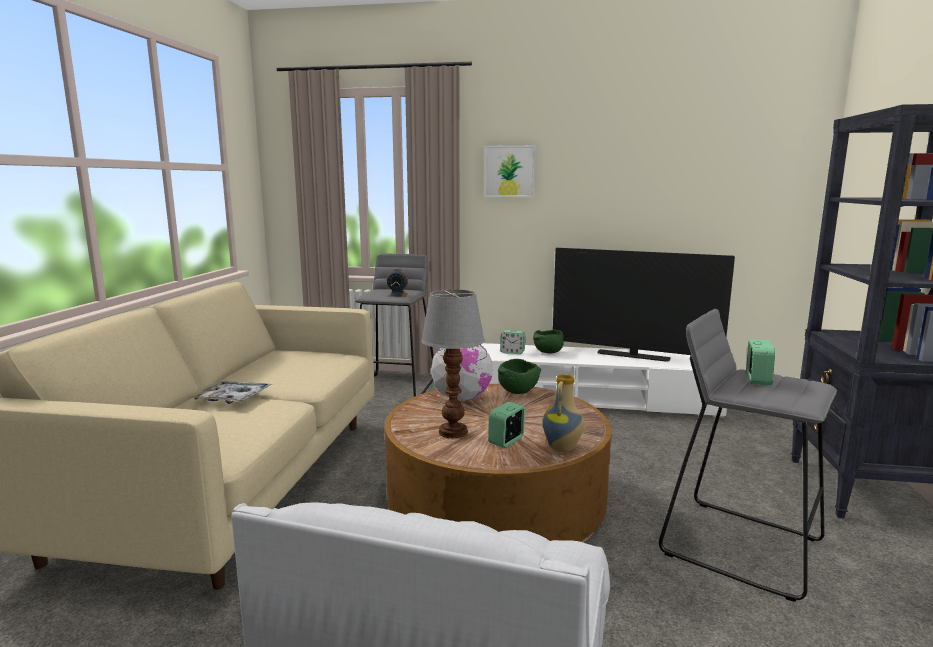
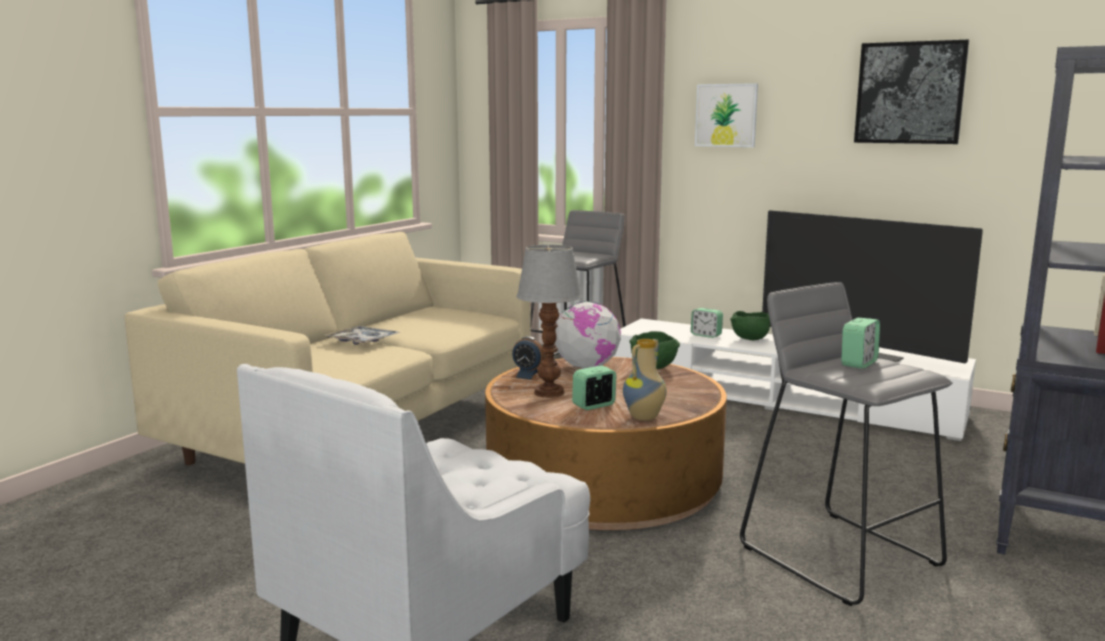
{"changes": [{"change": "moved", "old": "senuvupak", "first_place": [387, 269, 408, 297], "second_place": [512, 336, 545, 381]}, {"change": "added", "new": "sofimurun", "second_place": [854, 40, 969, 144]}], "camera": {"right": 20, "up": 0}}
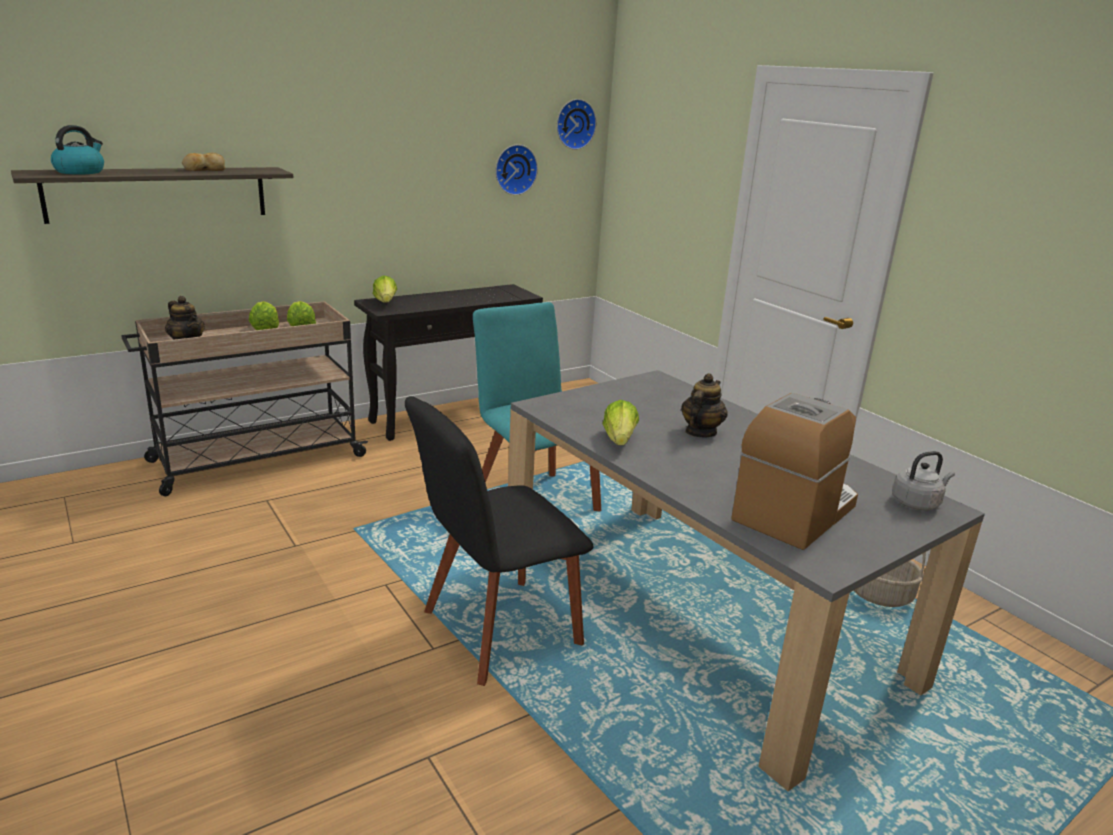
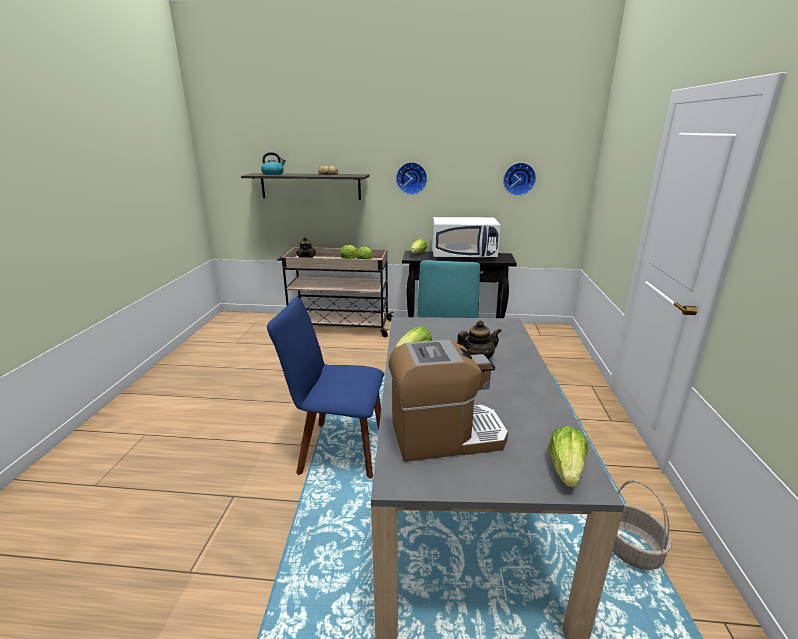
{"changes": [{"change": "recoloured", "old": "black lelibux", "new": "blue lelibux", "first_place": [405, 396, 593, 686], "second_place": [267, 297, 384, 479]}, {"change": "moved", "old": "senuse", "first_place": [557, 99, 597, 150], "second_place": [396, 162, 427, 195]}, {"change": "replaced", "old": "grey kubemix", "new": "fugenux", "first_place": [892, 451, 955, 511], "second_place": [548, 426, 588, 487]}, {"change": "added", "new": "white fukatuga", "second_place": [432, 217, 501, 259]}], "camera": {"right": 40, "up": 0}}
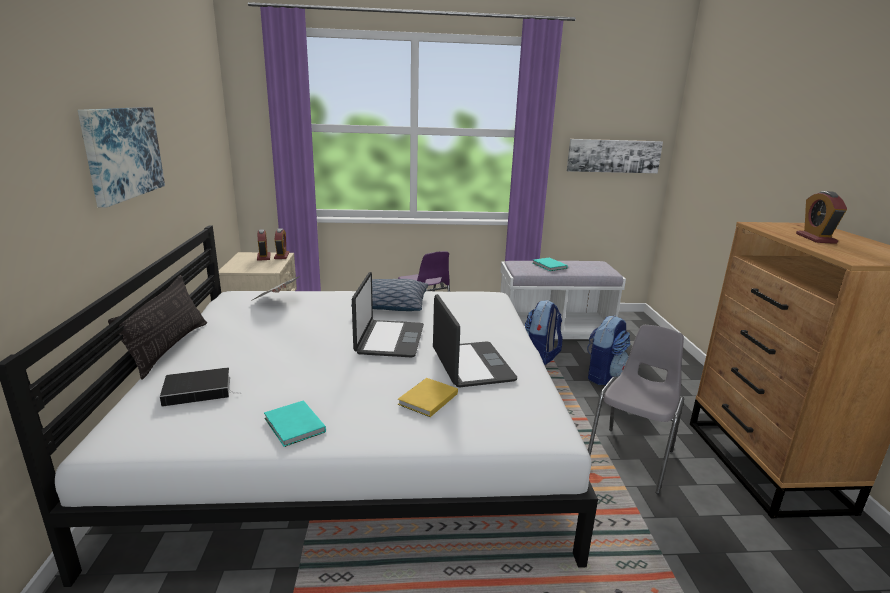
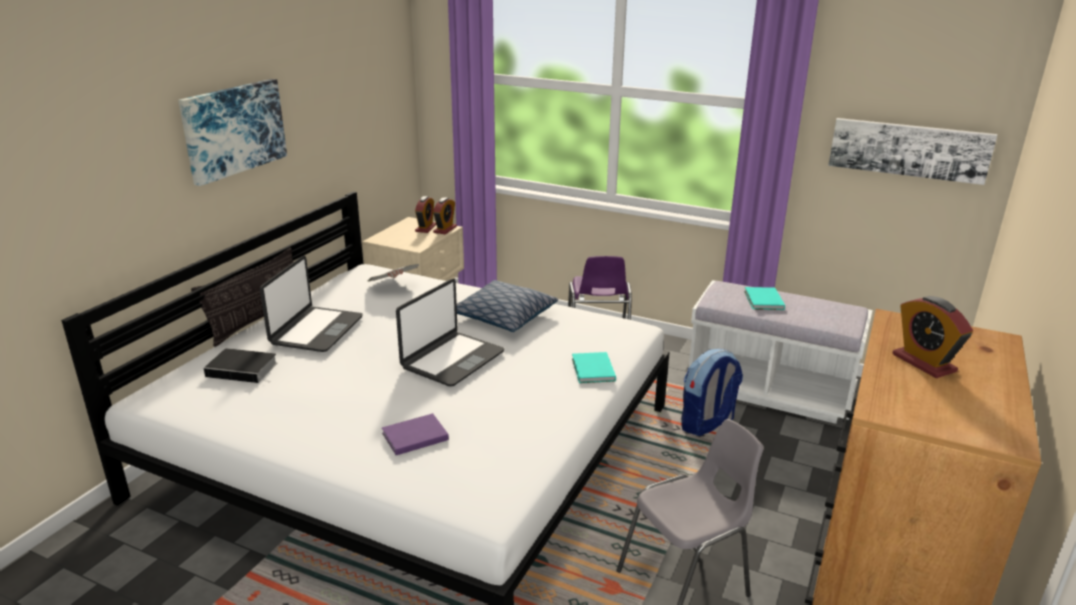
{"changes": [{"change": "moved", "old": "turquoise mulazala", "first_place": [264, 400, 326, 447], "second_place": [572, 352, 616, 383]}, {"change": "recoloured", "old": "yellow mulazala", "new": "purple mulazala", "first_place": [398, 378, 458, 417], "second_place": [382, 413, 449, 455]}, {"change": "moved", "old": "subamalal", "first_place": [433, 294, 517, 388], "second_place": [260, 256, 363, 352]}, {"change": "removed", "old": "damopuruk", "first_place": [587, 315, 630, 385]}, {"change": "turned", "old": "senuvupak", "first_place": [796, 191, 847, 244], "second_place": [892, 296, 973, 378], "degrees": -60}], "camera": {"right": 30, "up": 5}}
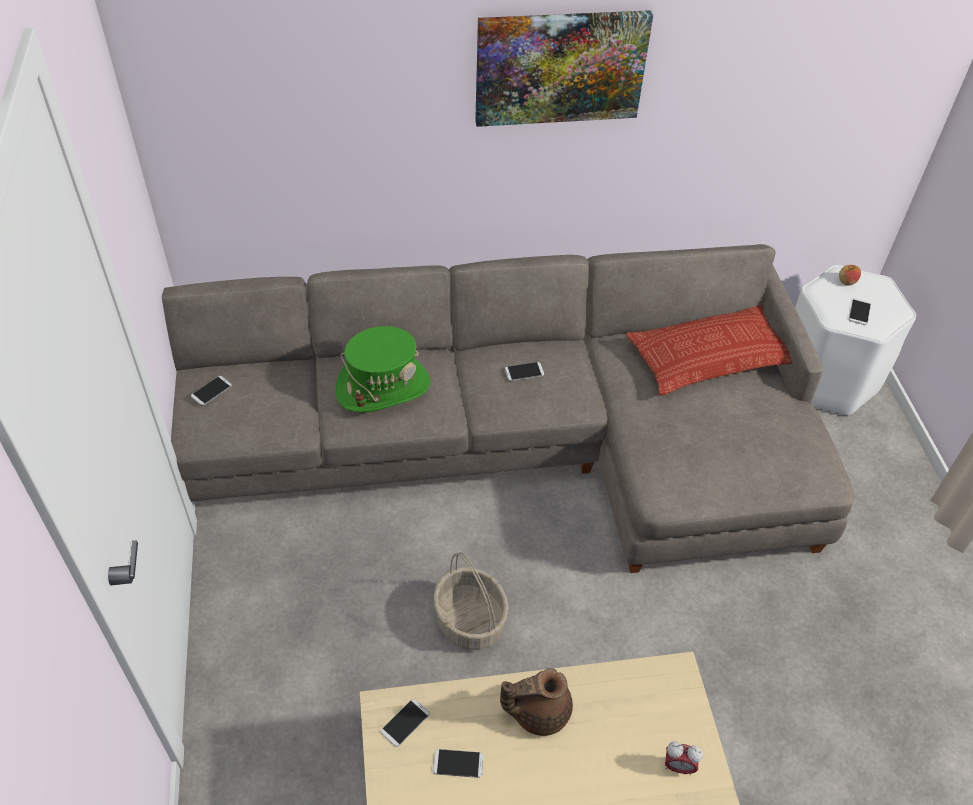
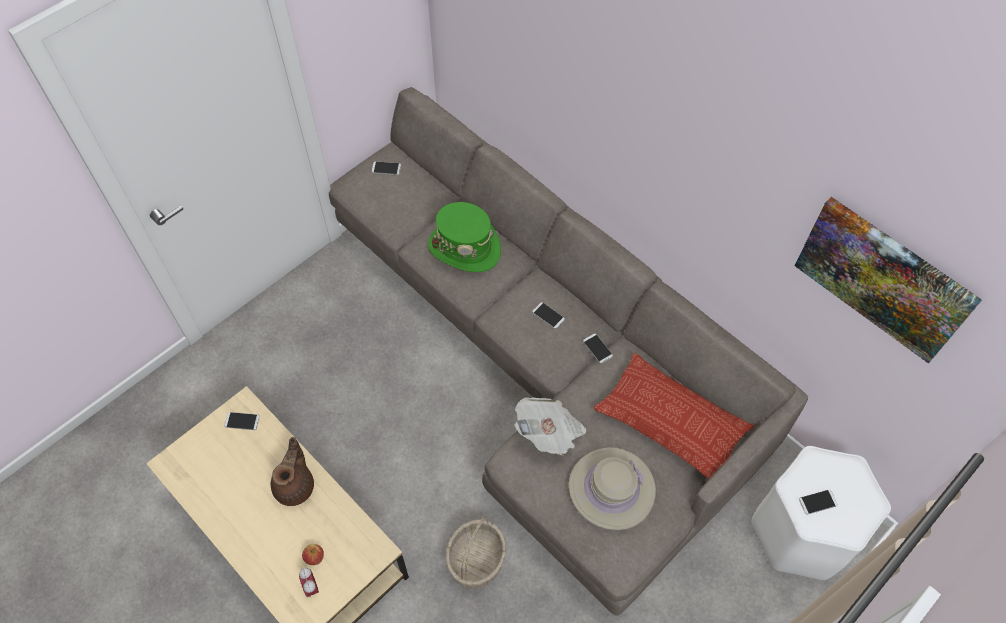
{"changes": [{"change": "moved", "old": "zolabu", "first_place": [433, 552, 509, 650], "second_place": [446, 516, 506, 589]}, {"change": "moved", "old": "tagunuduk", "first_place": [433, 749, 484, 778], "second_place": [583, 334, 613, 363]}, {"change": "moved", "old": "sofimurun", "first_place": [475, 10, 653, 127], "second_place": [795, 197, 982, 363]}, {"change": "turned", "old": "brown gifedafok", "first_place": [500, 668, 573, 736], "second_place": [271, 437, 314, 506], "degrees": 60}, {"change": "moved", "old": "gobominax", "first_place": [839, 265, 861, 286], "second_place": [302, 544, 324, 565]}, {"change": "added", "new": "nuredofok", "second_place": [514, 397, 586, 455]}, {"change": "added", "new": "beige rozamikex", "second_place": [569, 447, 656, 530]}], "camera": {"right": 55, "up": 10}}
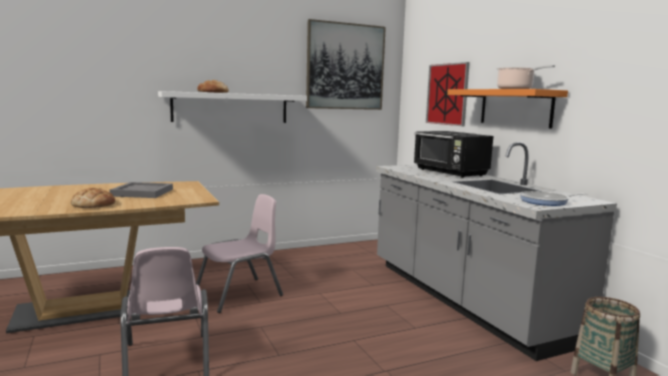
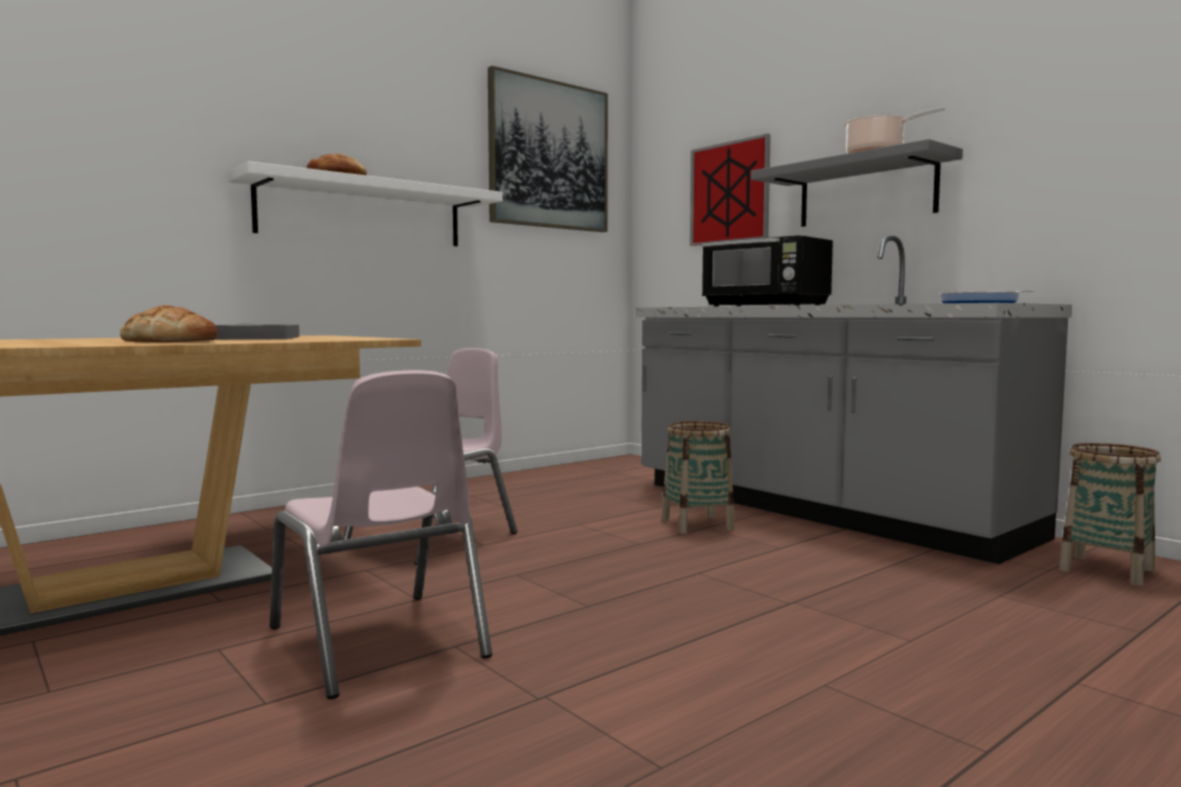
{"changes": [{"change": "recoloured", "old": "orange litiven", "new": "grey litiven", "first_place": [447, 89, 568, 129], "second_place": [751, 139, 963, 227]}, {"change": "added", "new": "zolabu", "second_place": [662, 421, 735, 534]}], "camera": {"right": -15, "up": -5}}
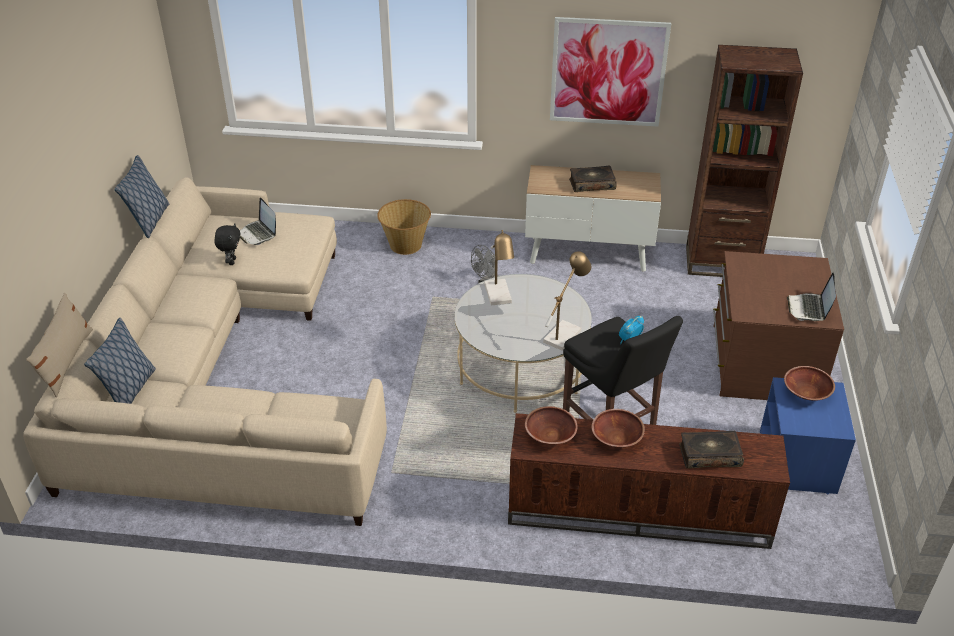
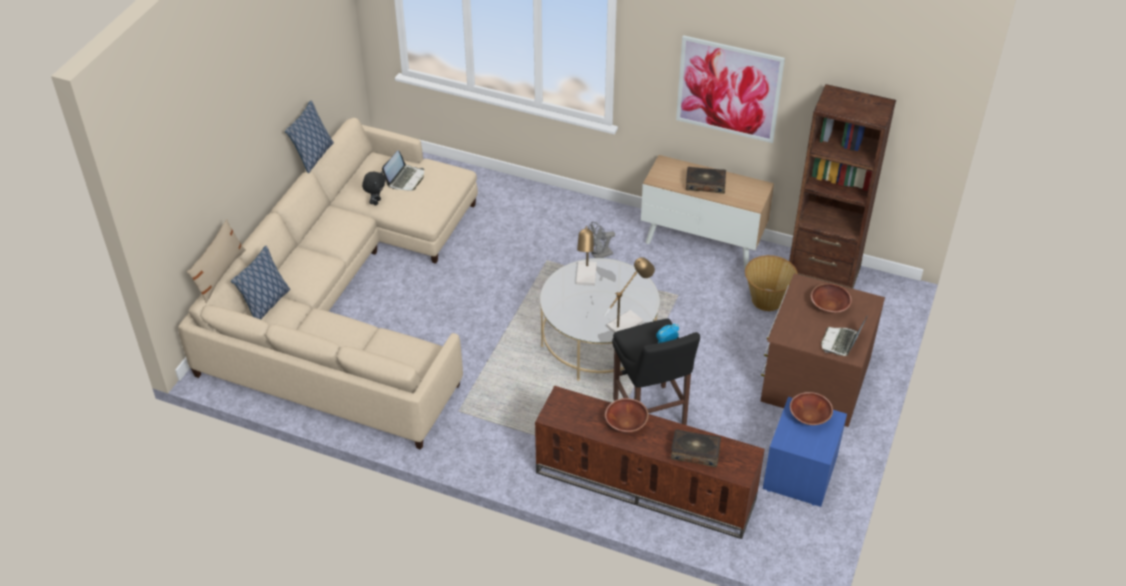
{"changes": [{"change": "turned", "old": "subamalal", "first_place": [240, 198, 276, 245], "second_place": [382, 151, 424, 191], "degrees": -135}, {"change": "moved", "old": "zolabu", "first_place": [377, 199, 431, 255], "second_place": [745, 255, 798, 311]}, {"change": "moved", "old": "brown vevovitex", "first_place": [525, 406, 578, 445], "second_place": [811, 283, 852, 313]}], "camera": {"right": 15, "up": 5}}
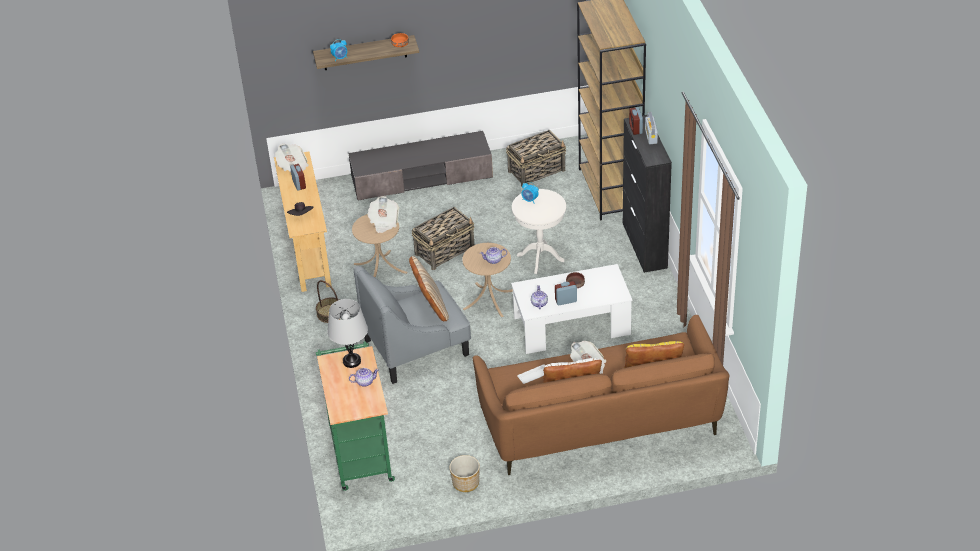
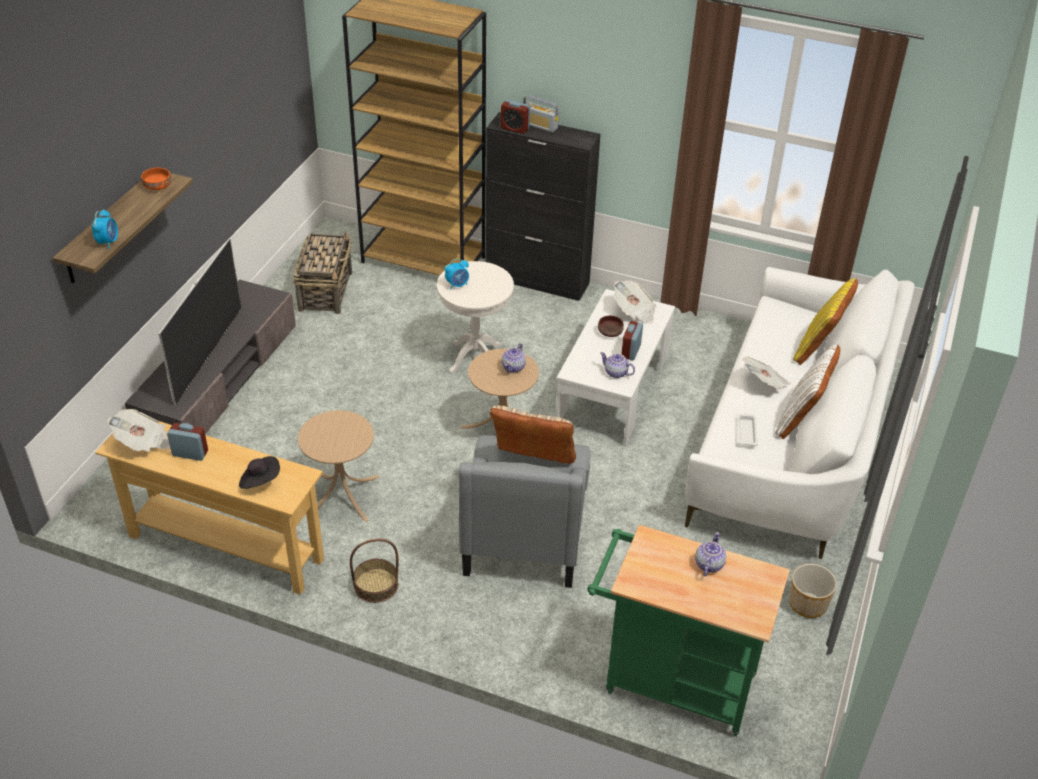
{"changes": [{"change": "removed", "old": "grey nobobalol", "first_place": [328, 299, 368, 368]}, {"change": "moved", "old": "nuredofok", "first_place": [367, 196, 399, 233], "second_place": [614, 280, 656, 324]}, {"change": "removed", "old": "zolabu", "first_place": [412, 207, 474, 270]}, {"change": "recoloured", "old": "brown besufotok", "new": "white besufotok", "first_place": [473, 315, 730, 475], "second_place": [685, 267, 915, 559]}, {"change": "added", "new": "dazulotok", "second_place": [158, 239, 241, 405]}], "camera": {"right": -60, "up": 0}}
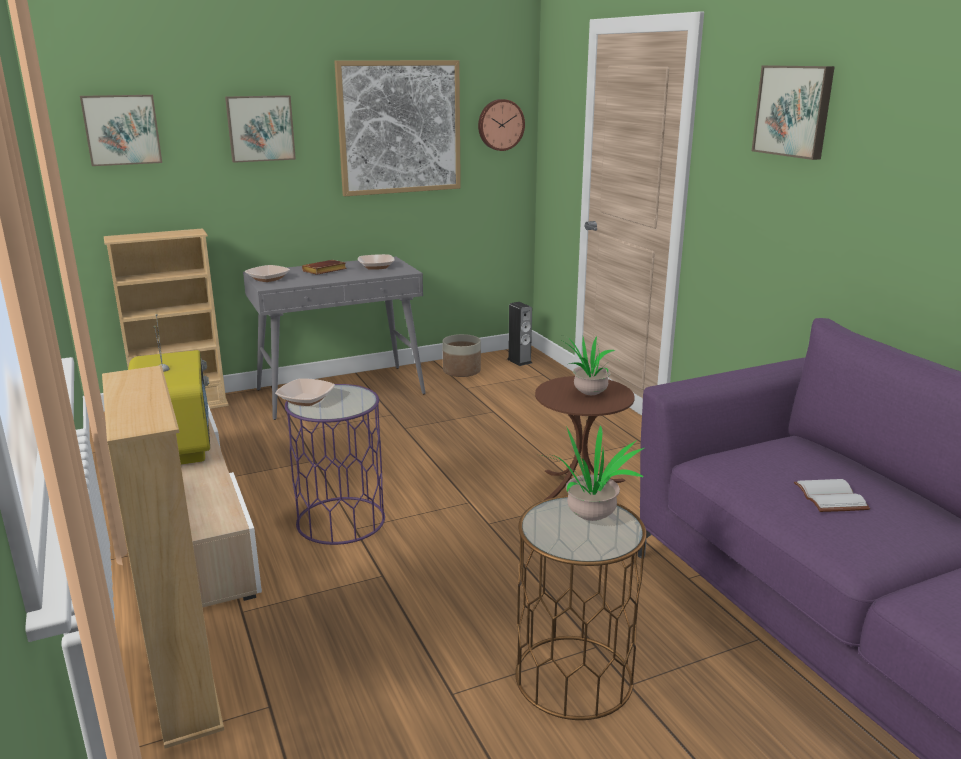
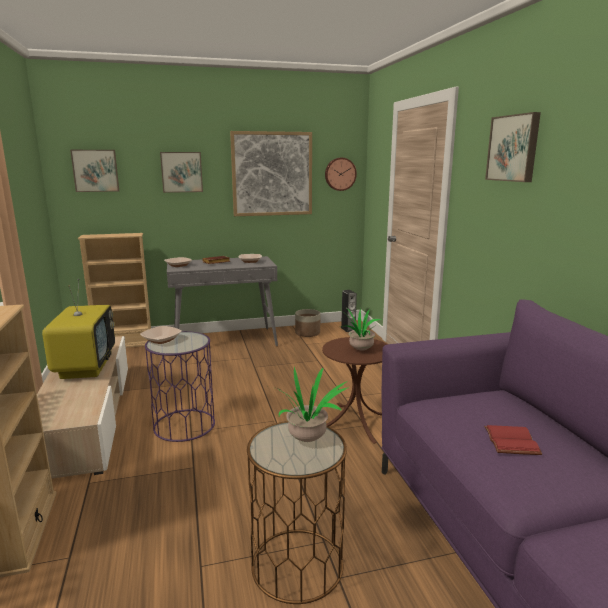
{"changes": [{"change": "recoloured", "old": "white mulazala", "new": "red mulazala", "first_place": [794, 479, 870, 512], "second_place": [484, 425, 542, 455]}], "camera": {"right": 10, "up": -5}}
